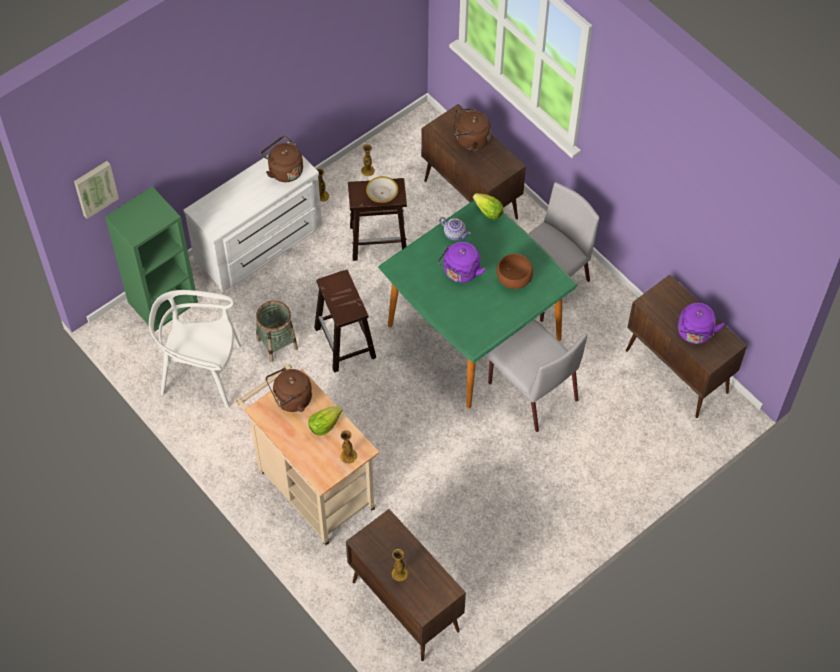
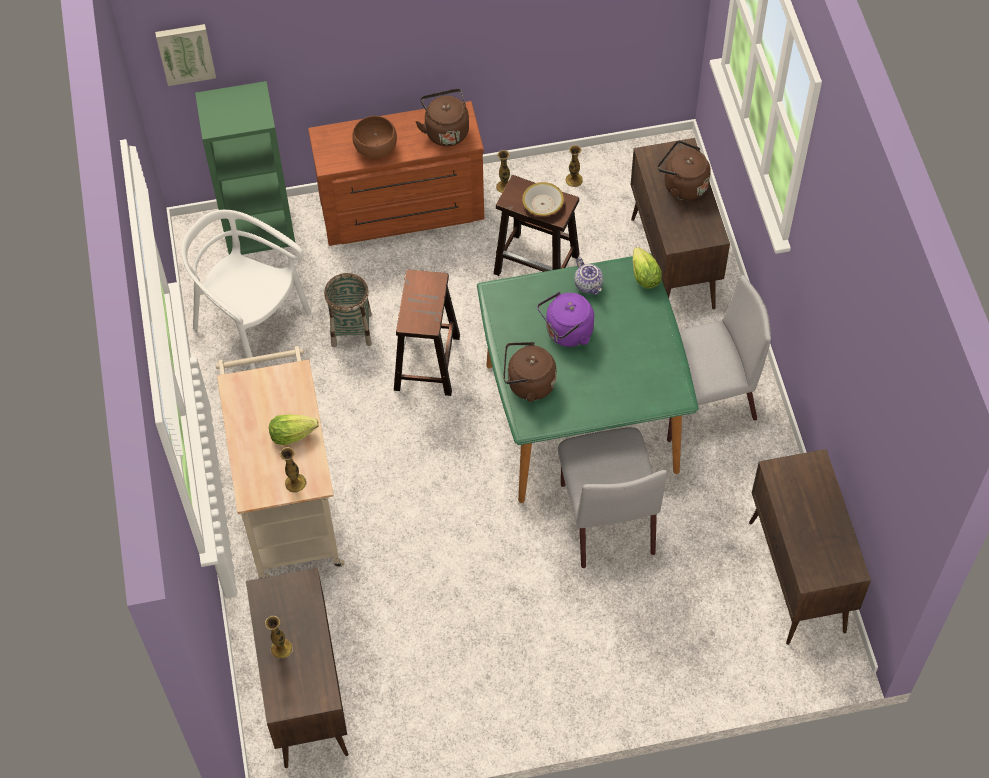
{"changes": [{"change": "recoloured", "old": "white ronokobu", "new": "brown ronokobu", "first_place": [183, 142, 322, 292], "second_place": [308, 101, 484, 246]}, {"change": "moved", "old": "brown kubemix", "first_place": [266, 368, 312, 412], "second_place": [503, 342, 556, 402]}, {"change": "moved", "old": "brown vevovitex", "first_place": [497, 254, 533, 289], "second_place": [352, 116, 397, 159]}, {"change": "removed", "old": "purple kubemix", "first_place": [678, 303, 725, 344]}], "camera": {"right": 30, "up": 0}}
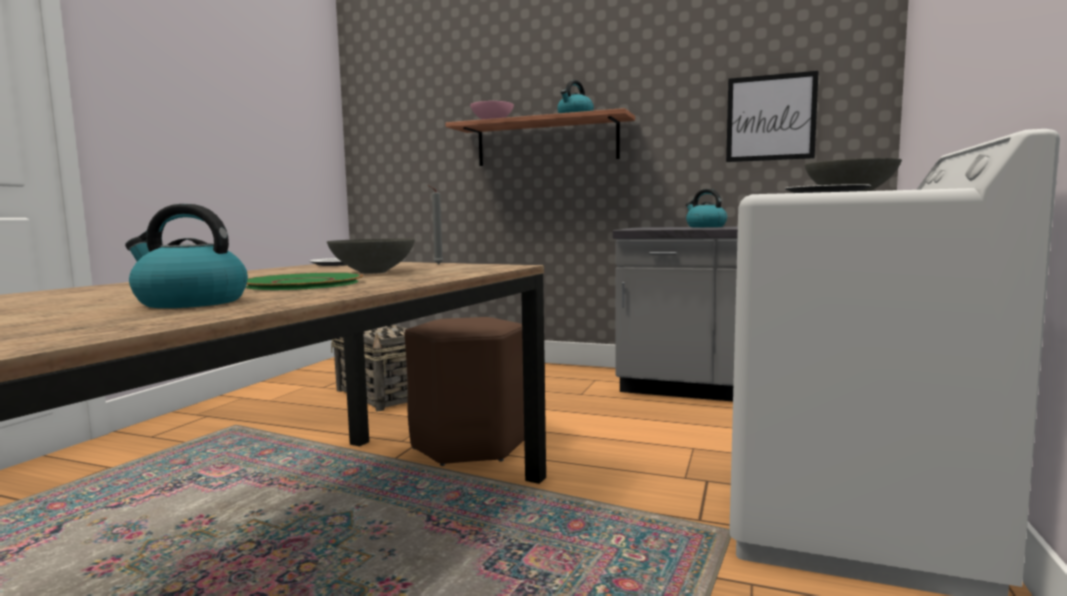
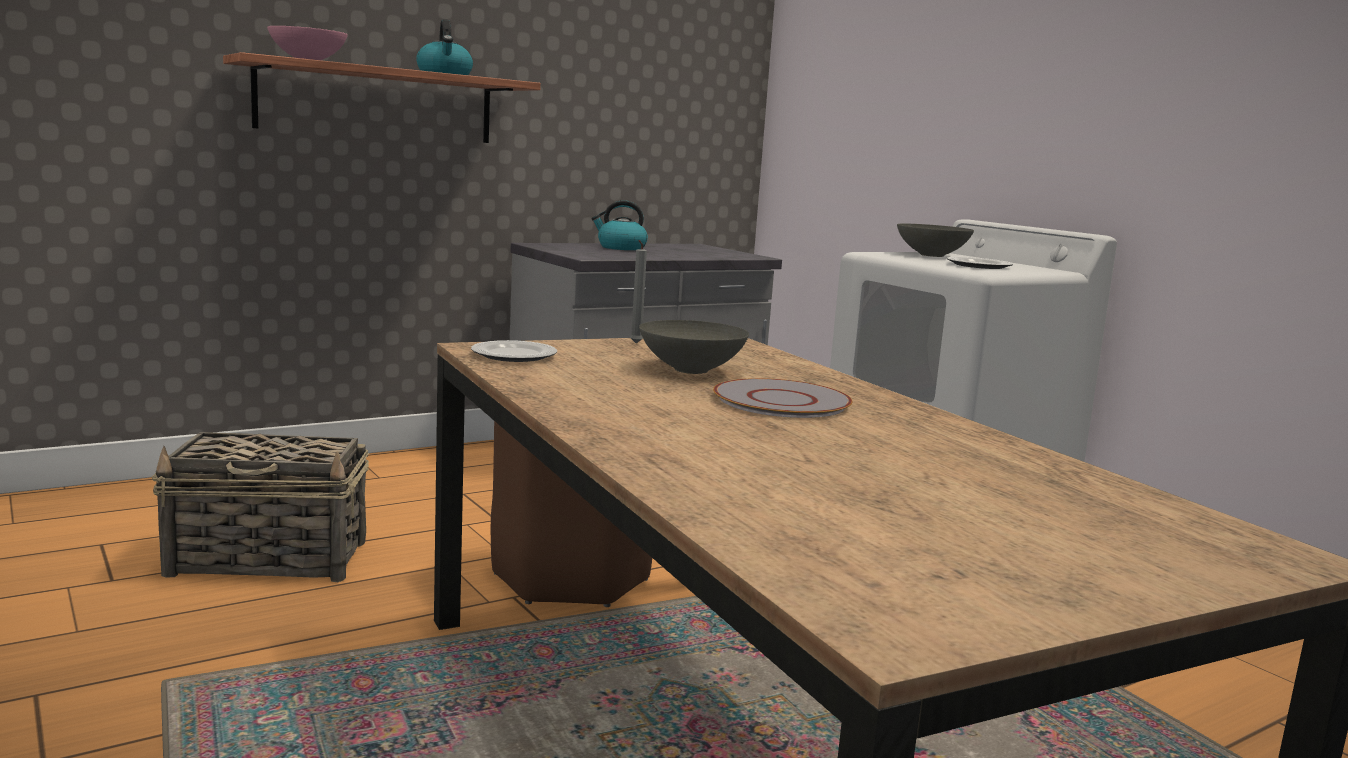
{"changes": [{"change": "removed", "old": "kubemix", "first_place": [125, 204, 248, 308]}, {"change": "recoloured", "old": "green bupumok", "new": "grey bupumok", "first_place": [246, 272, 363, 290], "second_place": [713, 378, 853, 418]}, {"change": "removed", "old": "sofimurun", "first_place": [726, 71, 819, 162]}], "camera": {"right": -55, "up": 5}}
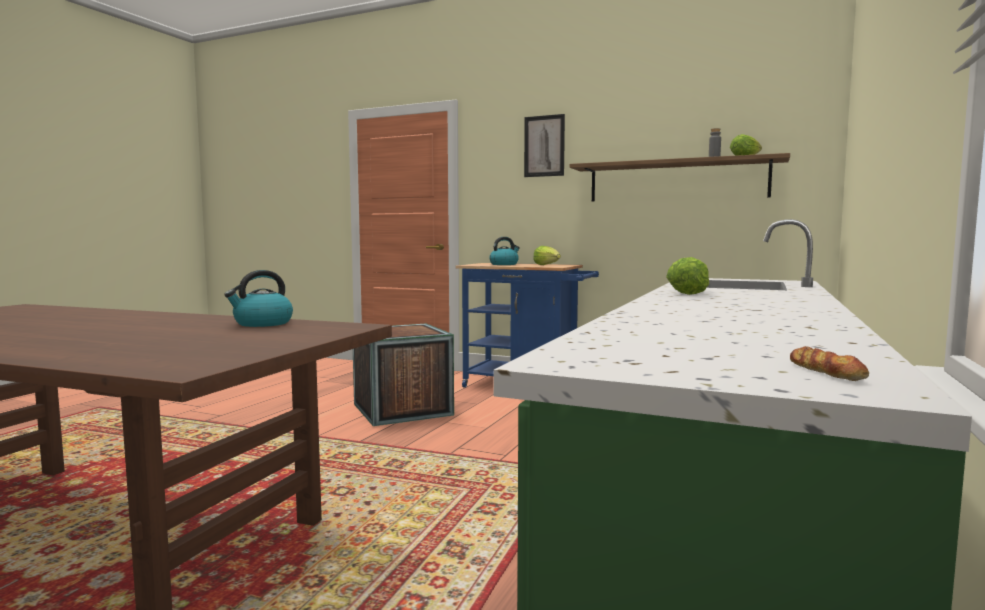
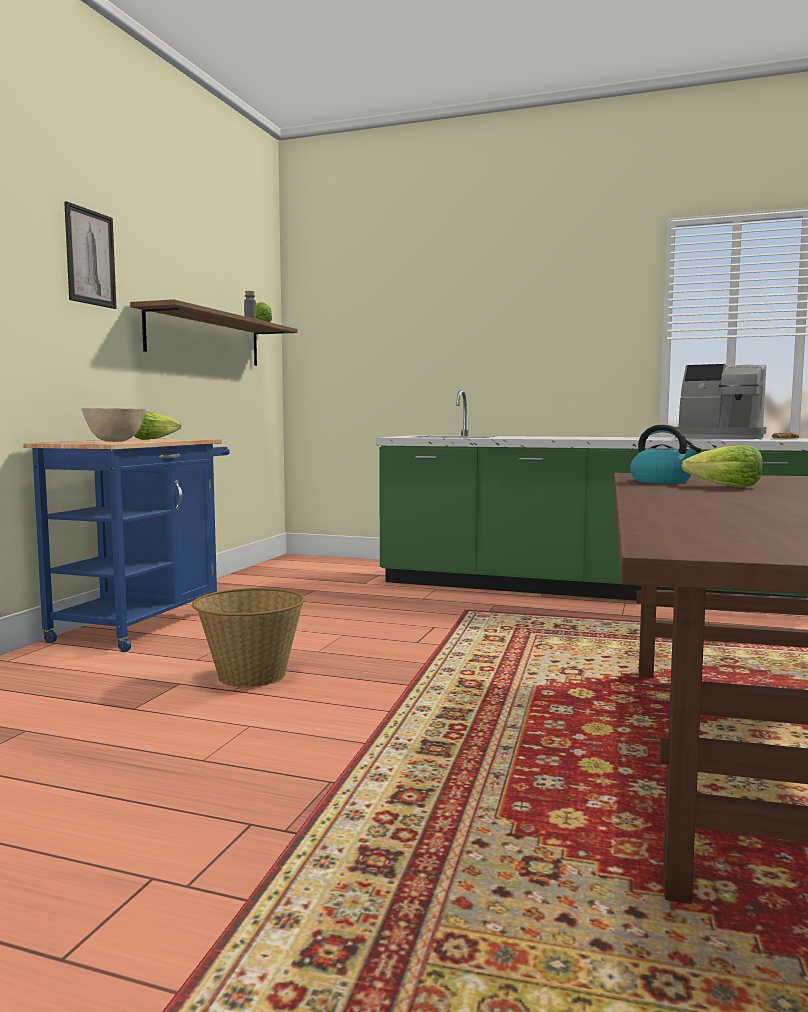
{"changes": [{"change": "replaced", "old": "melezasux", "new": "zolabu", "first_place": [353, 323, 454, 426], "second_place": [192, 588, 305, 687]}, {"change": "replaced", "old": "kubemix", "new": "beige vevovitex", "first_place": [489, 237, 520, 265], "second_place": [81, 408, 146, 442]}, {"change": "moved", "old": "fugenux", "first_place": [666, 257, 709, 295], "second_place": [681, 445, 763, 487]}, {"change": "added", "new": "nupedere", "second_place": [675, 364, 766, 439]}], "camera": {"right": -95, "up": 0}}
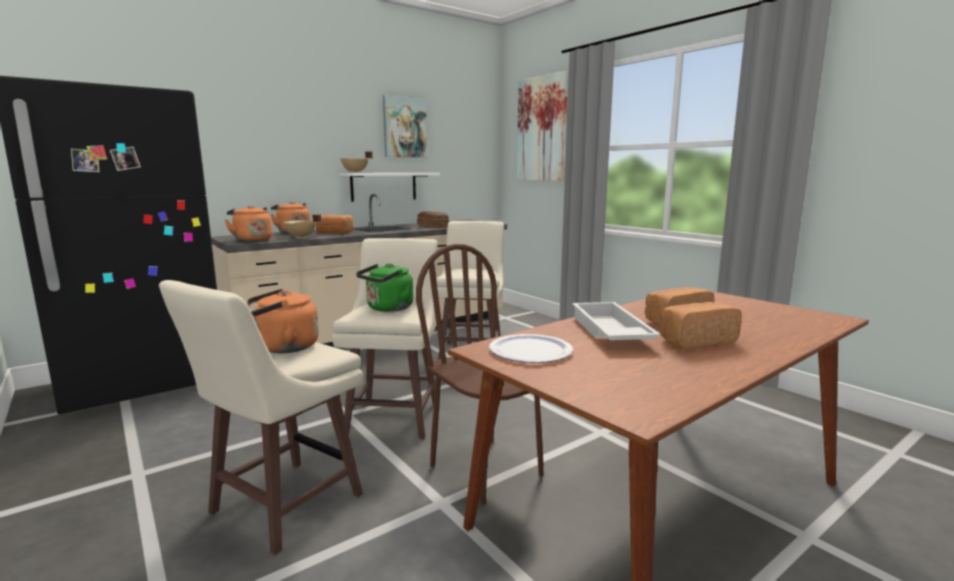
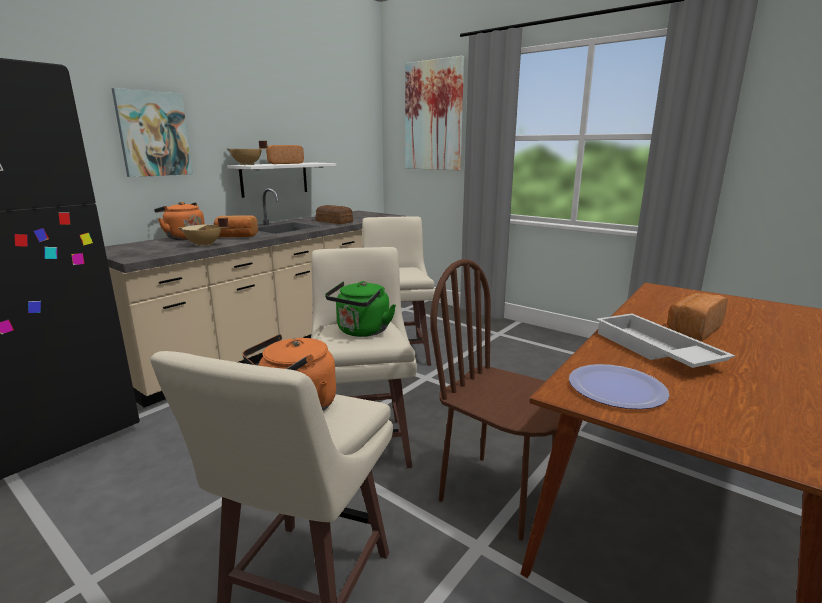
{"changes": [{"change": "removed", "old": "orange kubemix", "first_place": [225, 205, 272, 242]}, {"change": "moved", "old": "sofimurun", "first_place": [383, 95, 427, 158], "second_place": [112, 88, 193, 177]}, {"change": "moved", "old": "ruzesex", "first_place": [659, 302, 742, 350], "second_place": [266, 145, 304, 164]}], "camera": {"right": -15, "up": 5}}
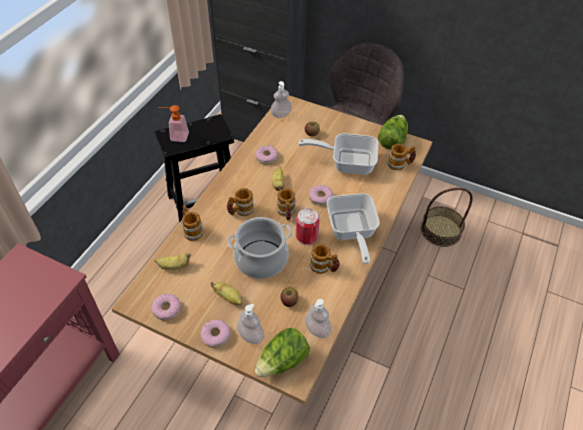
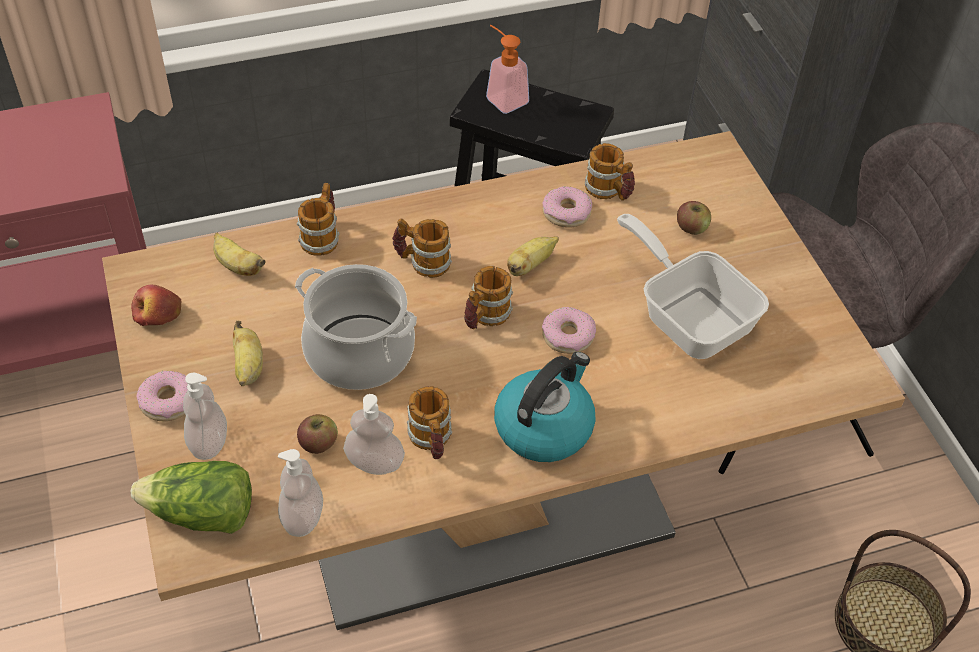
{"changes": [{"change": "replaced", "old": "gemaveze", "new": "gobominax", "first_place": [152, 294, 181, 321], "second_place": [131, 285, 182, 326]}, {"change": "moved", "old": "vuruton", "first_place": [270, 81, 292, 118], "second_place": [343, 394, 405, 475]}, {"change": "removed", "old": "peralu", "first_place": [296, 208, 320, 245]}, {"change": "replaced", "old": "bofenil", "new": "kubemix", "first_place": [326, 193, 380, 264], "second_place": [494, 352, 595, 462]}, {"change": "removed", "old": "fugenux", "first_place": [378, 115, 408, 150]}, {"change": "moved", "old": "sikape", "first_place": [387, 144, 416, 170], "second_place": [585, 143, 635, 201]}], "camera": {"right": 45, "up": 0}}
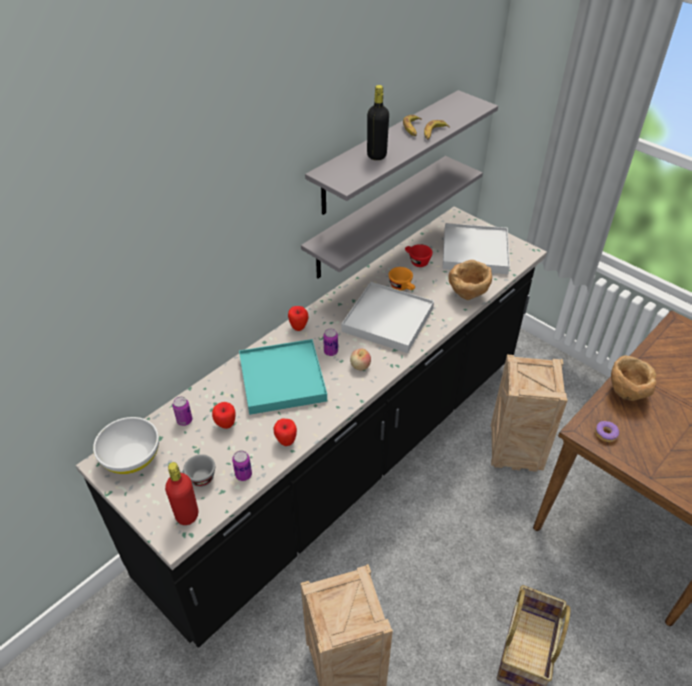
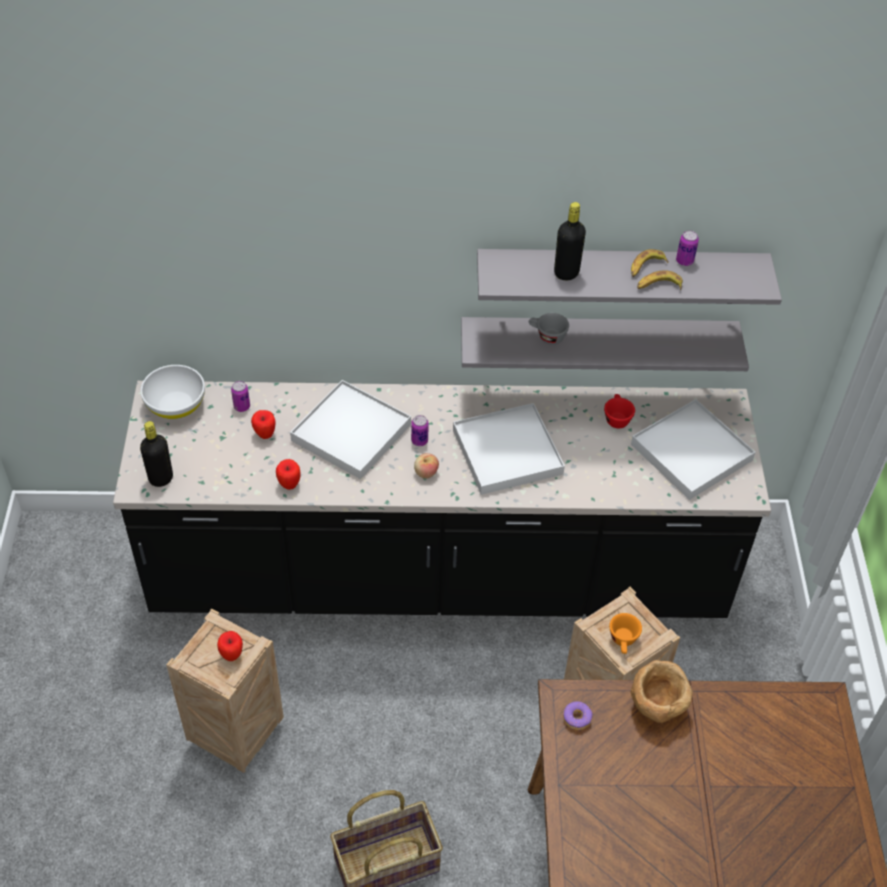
{"changes": [{"change": "recoloured", "old": "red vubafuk", "new": "black vubafuk", "first_place": [165, 462, 198, 525], "second_place": [140, 421, 173, 487]}, {"change": "moved", "old": "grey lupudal", "first_place": [180, 454, 215, 487], "second_place": [529, 313, 569, 345]}, {"change": "moved", "old": "peralu", "first_place": [232, 451, 252, 481], "second_place": [676, 230, 699, 266]}, {"change": "recoloured", "old": "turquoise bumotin", "new": "white bumotin", "first_place": [239, 339, 327, 415], "second_place": [290, 380, 411, 479]}, {"change": "moved", "old": "gobominax", "first_place": [288, 306, 308, 331], "second_place": [217, 631, 243, 661]}, {"change": "moved", "old": "orange lupudal", "first_place": [389, 267, 415, 291], "second_place": [609, 613, 642, 654]}, {"change": "removed", "old": "brown vevovitex", "first_place": [449, 260, 492, 300]}], "camera": {"right": 45, "up": 5}}
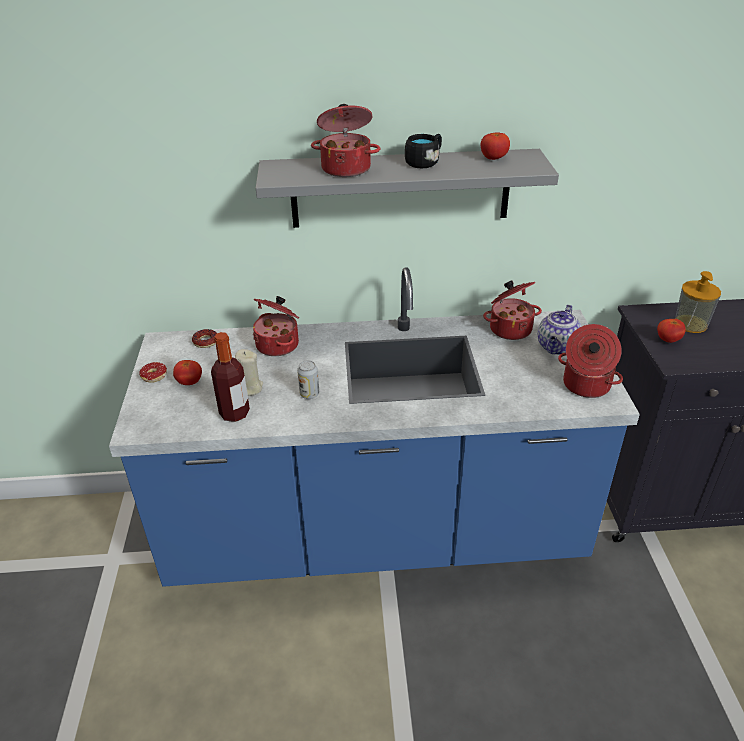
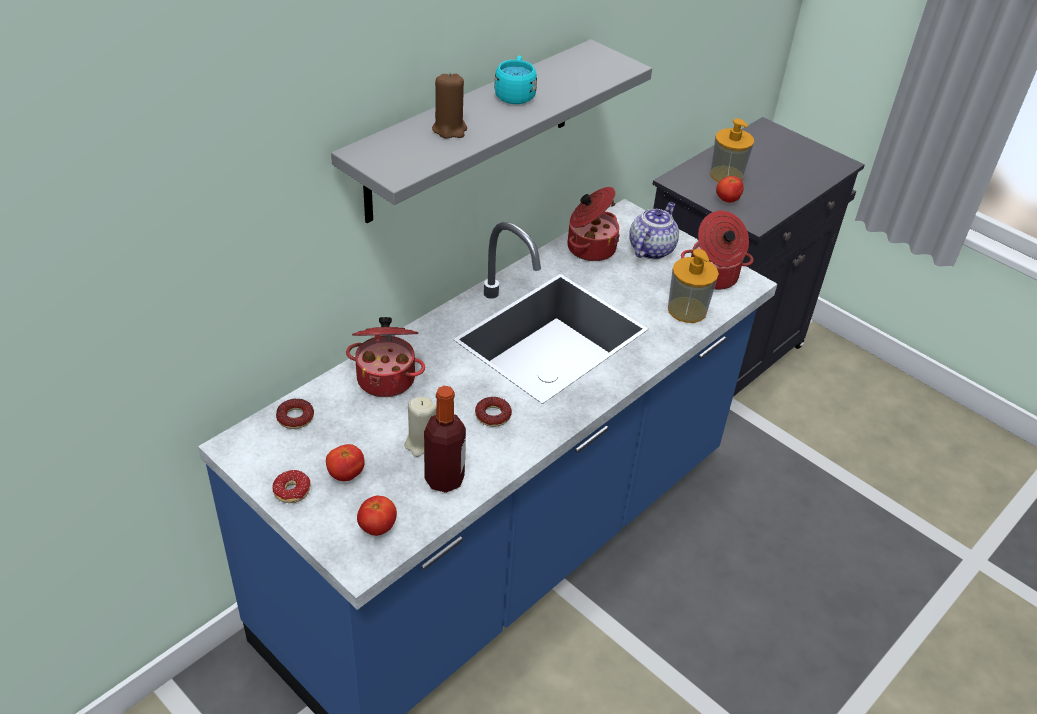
{"changes": [{"change": "replaced", "old": "peralu", "new": "gemaveze", "first_place": [297, 360, 319, 399], "second_place": [475, 397, 512, 427]}, {"change": "replaced", "old": "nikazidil", "new": "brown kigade", "first_place": [311, 104, 380, 177], "second_place": [432, 73, 467, 139]}, {"change": "recoloured", "old": "black sikape", "new": "turquoise sikape", "first_place": [405, 134, 442, 168], "second_place": [494, 55, 537, 104]}, {"change": "moved", "old": "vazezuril", "first_place": [481, 133, 510, 160], "second_place": [357, 496, 397, 536]}, {"change": "turned", "old": "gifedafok", "first_place": [538, 305, 582, 355], "second_place": [629, 202, 679, 260], "degrees": -135}, {"change": "added", "new": "vuruton", "second_place": [668, 249, 719, 323]}], "camera": {"right": -45, "up": 5}}
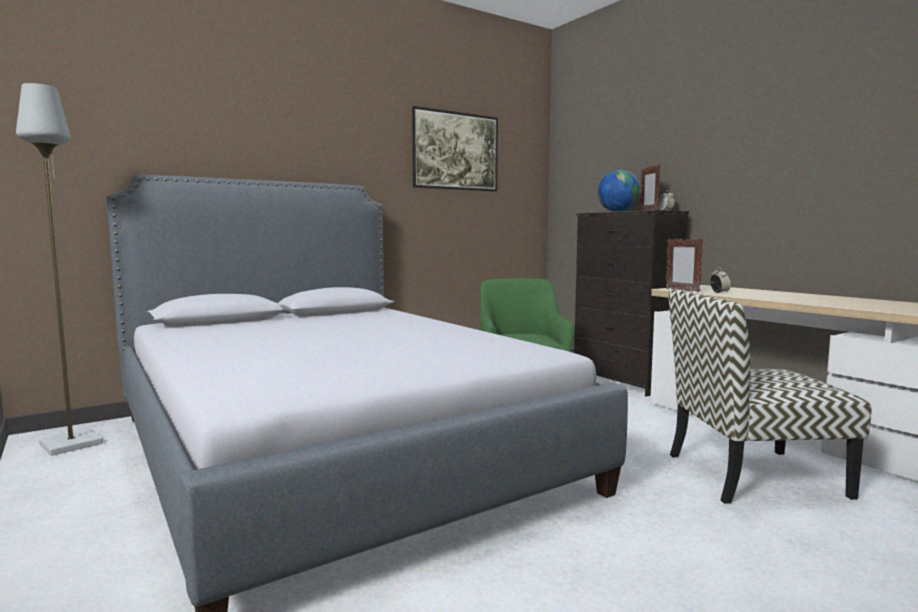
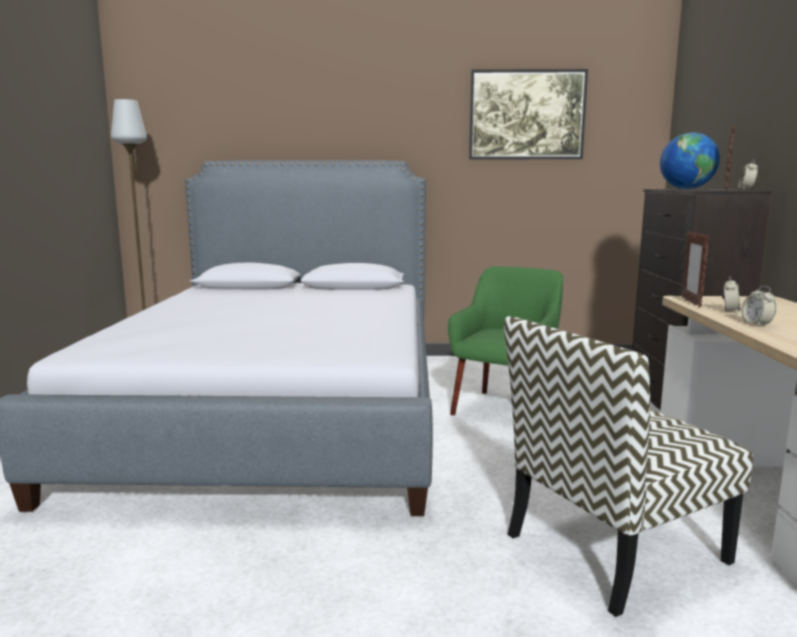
{"changes": [{"change": "turned", "old": "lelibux", "first_place": [668, 289, 871, 504], "second_place": [504, 316, 753, 617], "degrees": -60}, {"change": "added", "new": "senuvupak", "second_place": [742, 286, 776, 326]}], "camera": {"right": 35, "up": 5}}
